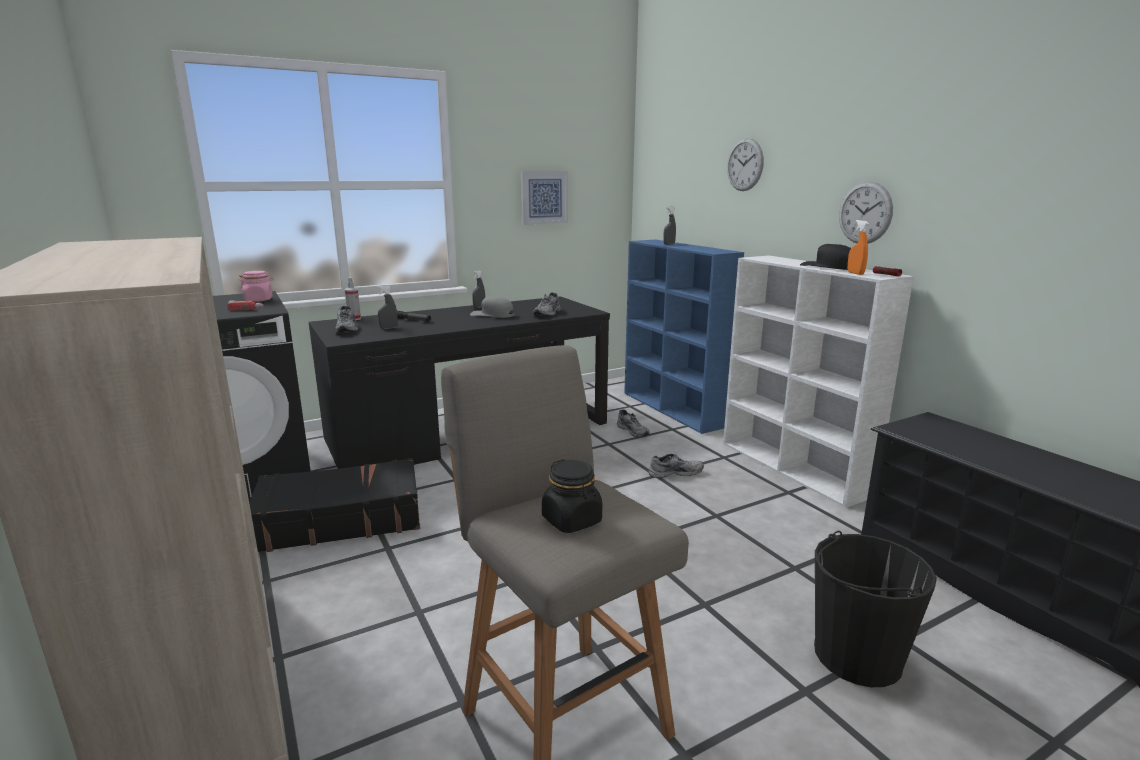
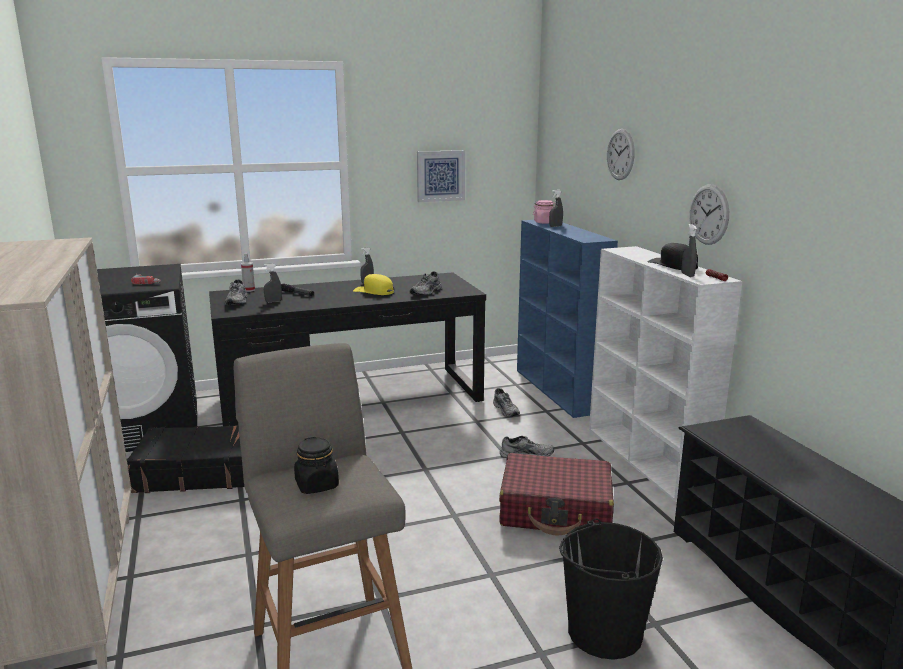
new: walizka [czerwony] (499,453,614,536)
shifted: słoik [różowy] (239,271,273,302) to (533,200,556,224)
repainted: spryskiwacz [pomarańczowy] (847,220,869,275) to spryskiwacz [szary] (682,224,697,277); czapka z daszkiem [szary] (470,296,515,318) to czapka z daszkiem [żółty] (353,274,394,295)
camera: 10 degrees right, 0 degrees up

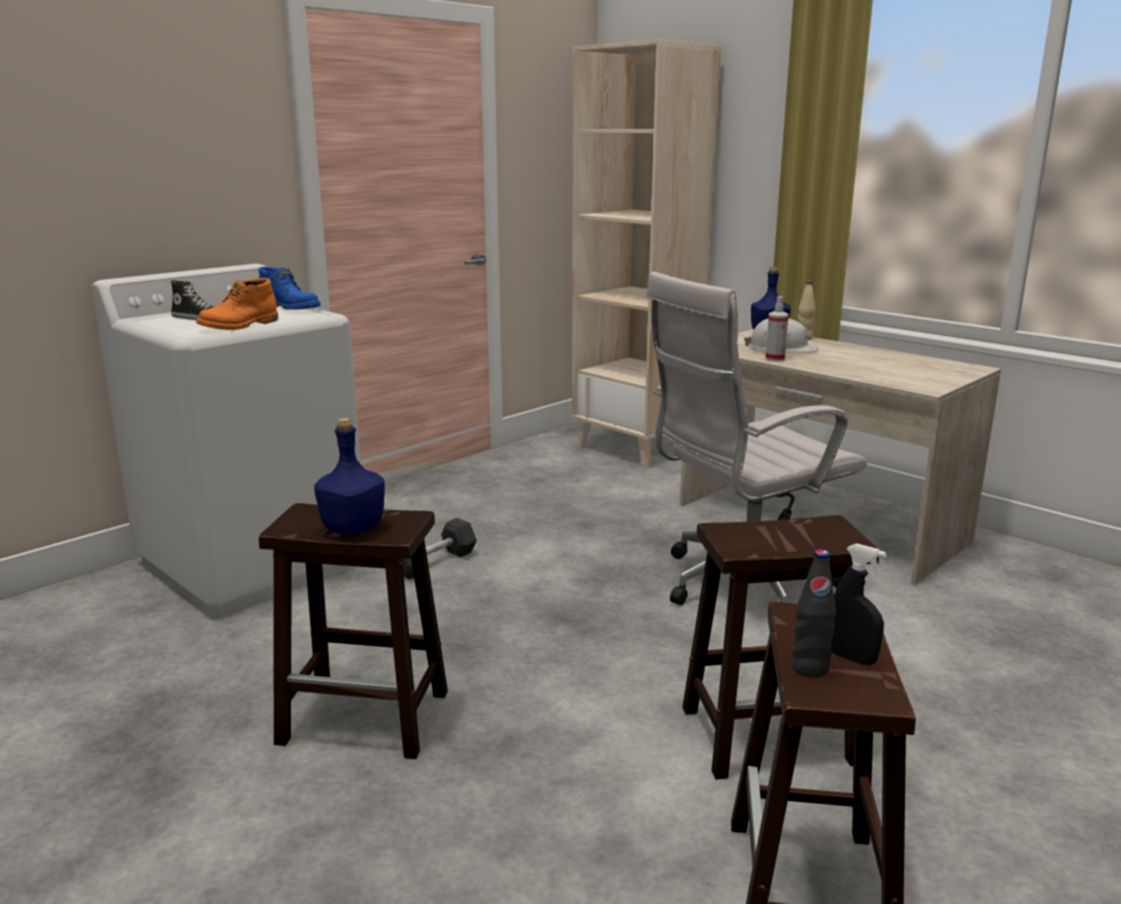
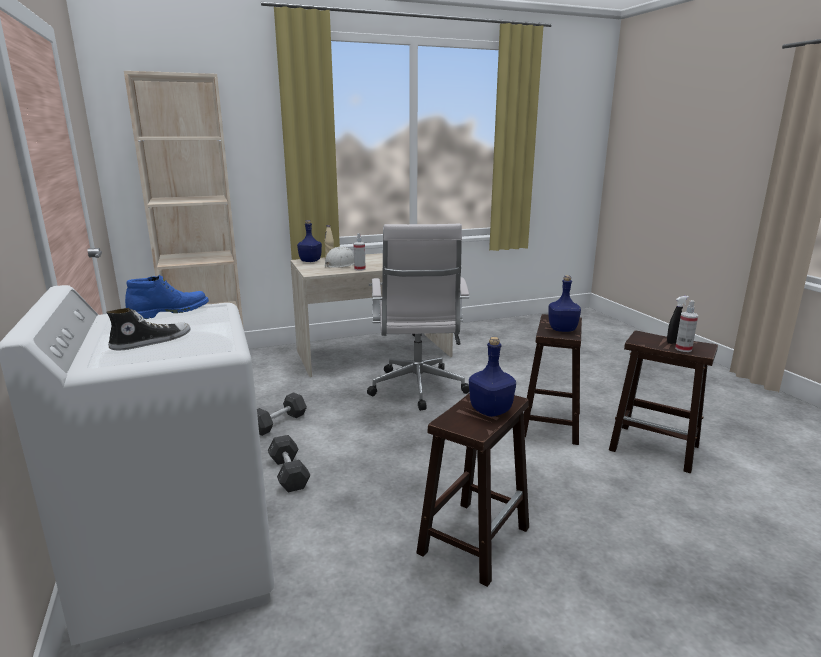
gone: but z cholewką [pomarańczowy] (196,278,278,330)
new: butelka [niebieski] (548,275,581,332); hantel [szary] (257,392,307,436)
swapped: butelka [czarny] (792,550,836,678) to spryskiwacz (675,300,698,352)
camera: 65 degrees left, 0 degrees up

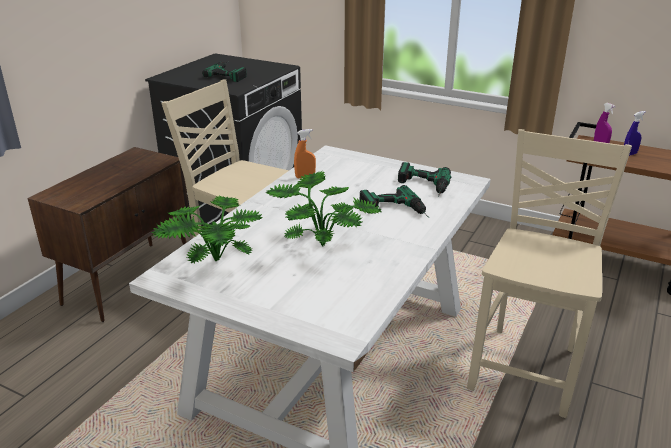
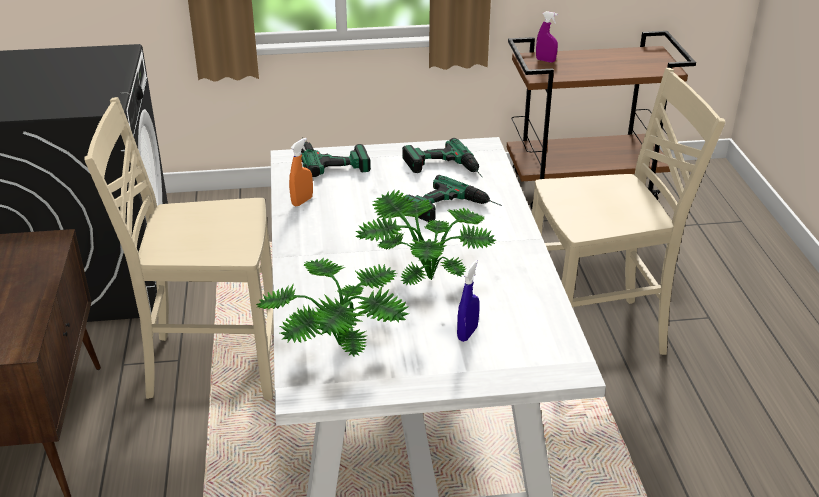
shifted: wiertarka (202,62,247,82) to (301,142,371,177); spryskiwacz [niebieski] (624,111,646,156) to (457,260,480,342)
rotated: krzesło [beżowy] (467,129,632,418) = (532,68,725,355) 90 degrees clockwise
camera: 35 degrees left, 5 degrees up

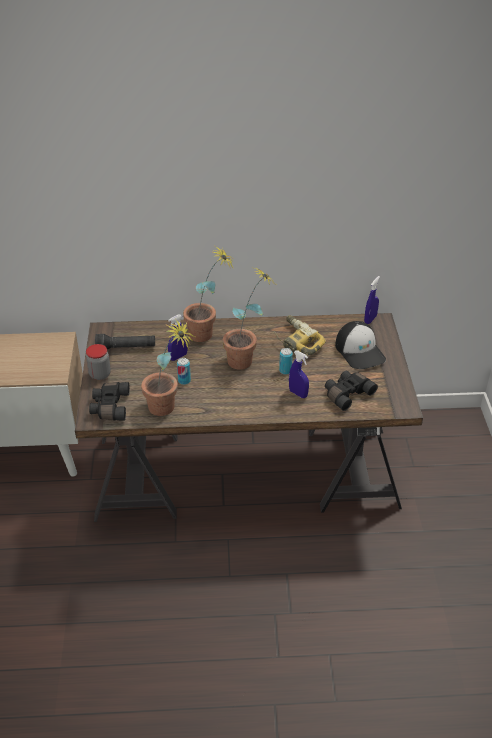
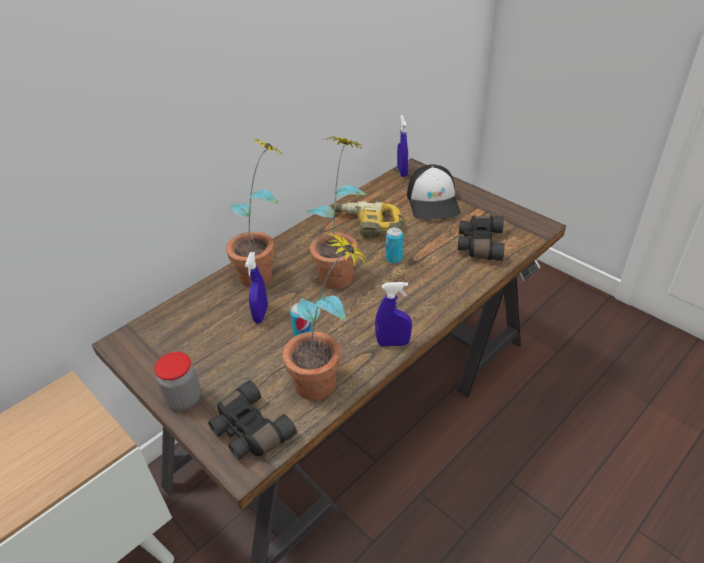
gone: latarka [czarny] (95,334,155,350)
shifted: spryskiwacz [niebieski] (289,350,309,398) to (375,282,412,346)
rotated: czapka z daszkiem (335,321,386,369) = (407,164,461,220) 60 degrees clockwise
camera: 40 degrees left, 0 degrees up

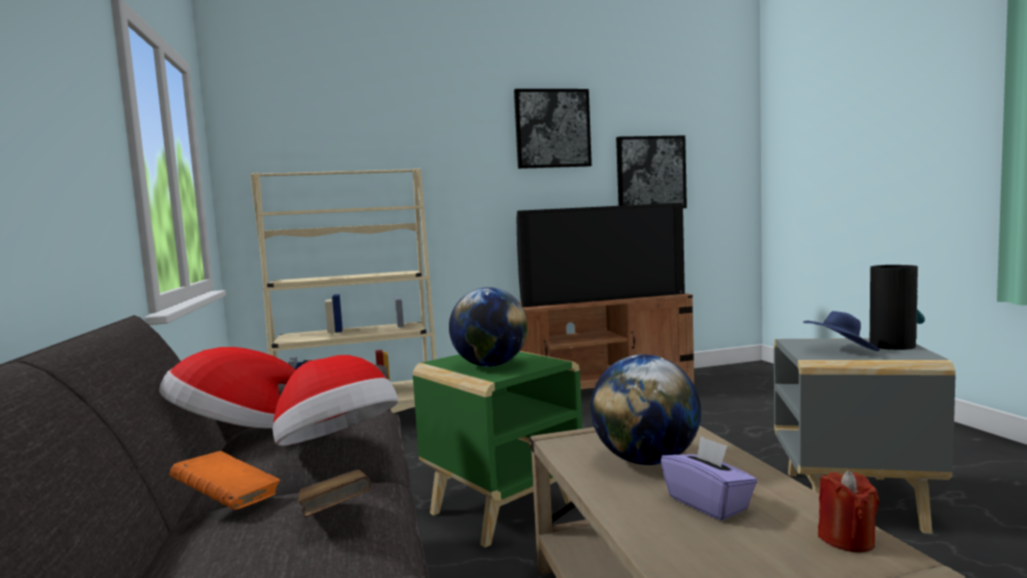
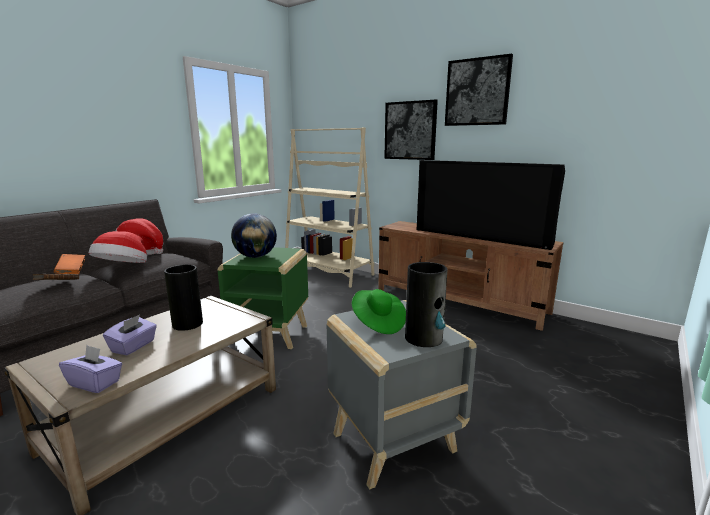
shifted: obraz (616,135,687,208) to (384,100,438,160)
swapped: globus (591,355,701,465) to wazon (164,265,203,331); świeca [czerwony] (818,471,879,553) to pudełko chusteczek [fioletowy] (59,345,122,393)
repainted: kapelusz [niebieski] (803,311,880,351) to kapelusz [zielony] (352,289,406,334)
camera: 50 degrees right, 10 degrees up

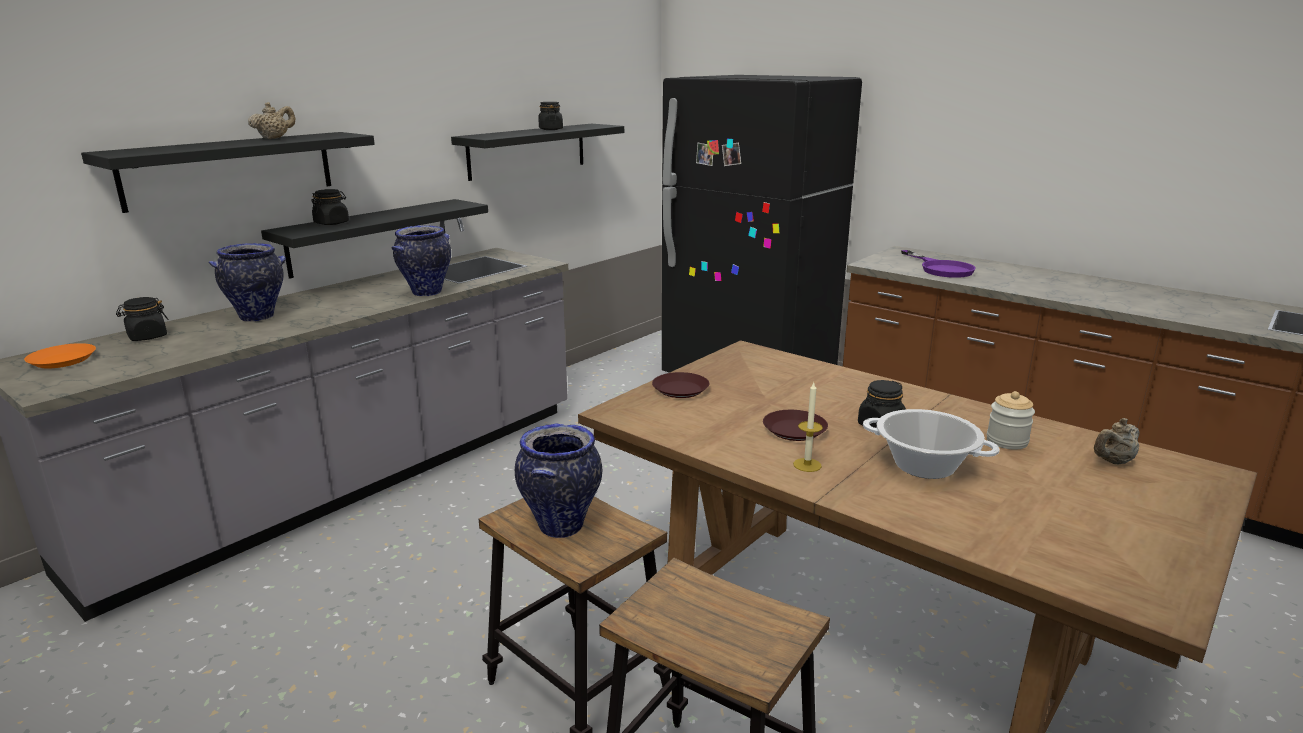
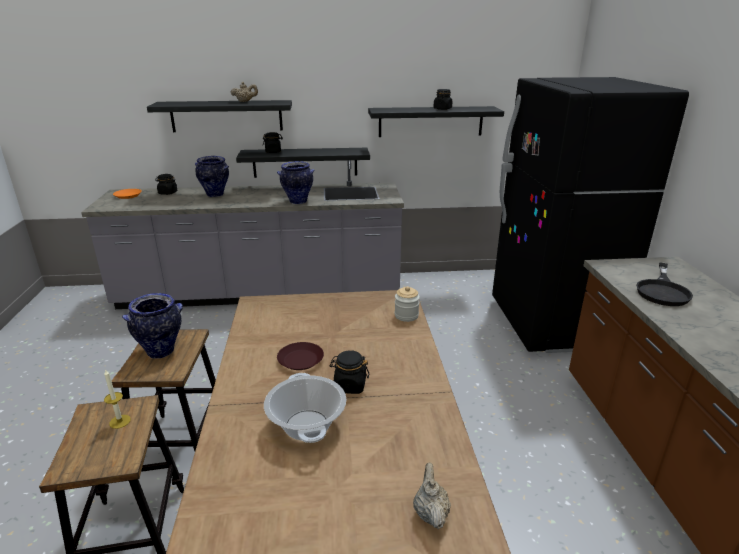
gone: talerz [brązowy] (652,372,710,398)
shifted: świeca (793,383,823,472) to (104,369,131,429); słoik (987,391,1035,450) to (394,286,420,322)
repainted: patelnia [fioletowy] (901,250,976,278) to patelnia [czarny] (636,262,693,306)
rotated: imbryk [beżowy] (1094,418,1140,465) = (413,462,451,529) 75 degrees clockwise
camera: 45 degrees right, 5 degrees up

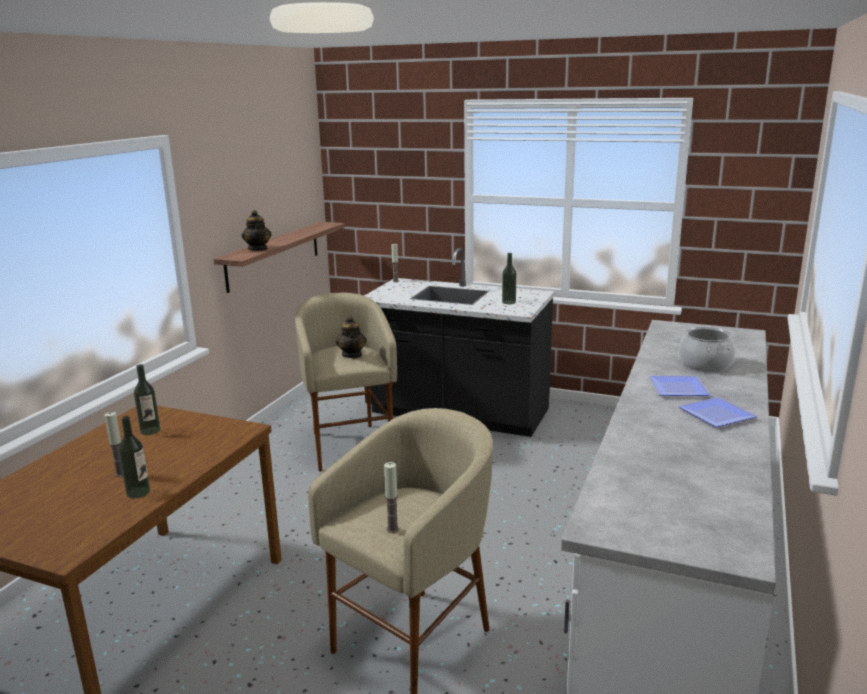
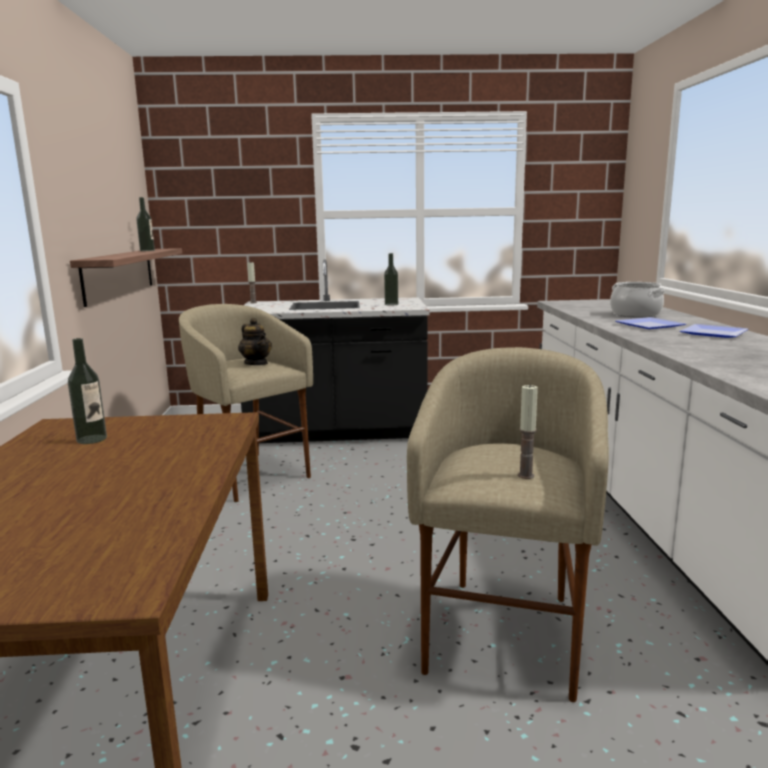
gone: imbryk (242,210,271,251); świeca (104,412,123,477)
shifted: butelka (118,416,150,498) to (136,197,155,251)
camera: 25 degrees left, 5 degrees down

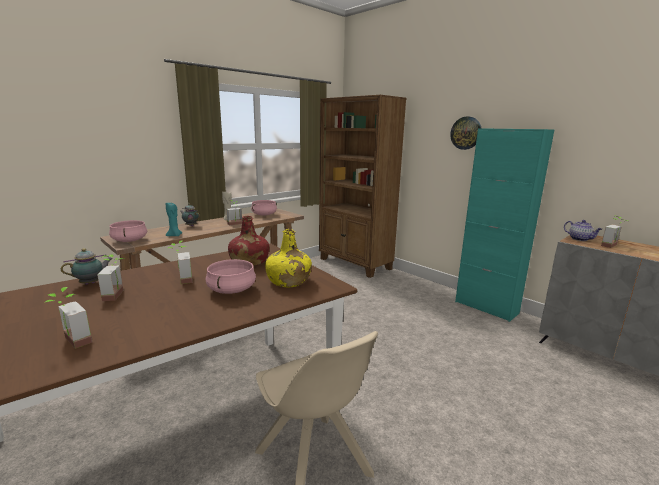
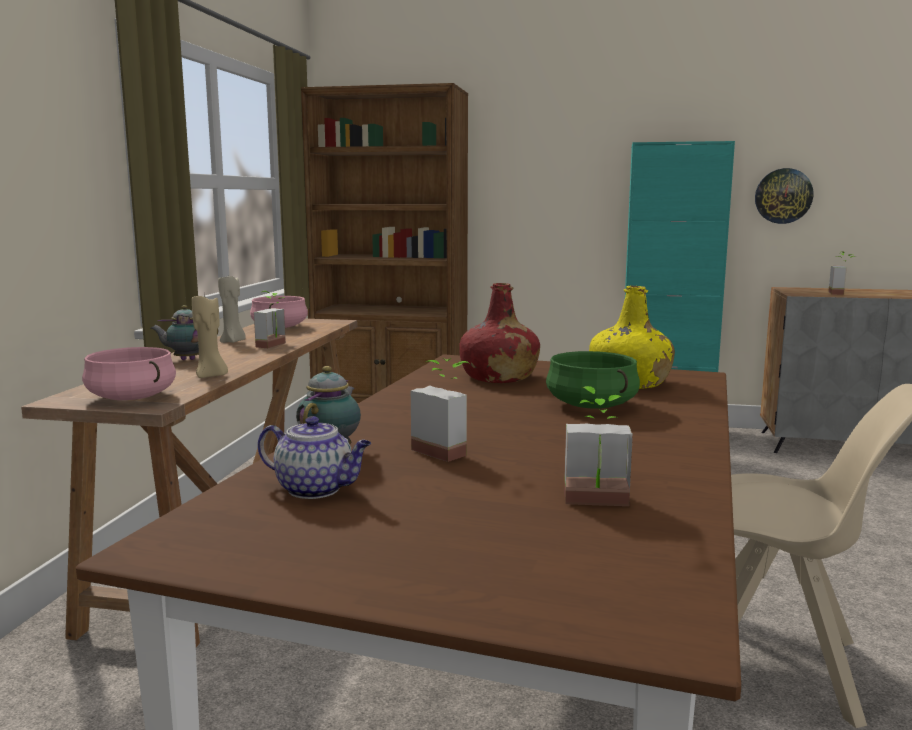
gone: roślina doniczkowa (168,240,192,284)
shifted: zegar ścienny (450,117,481,150) to (755,168,813,224); imbryk (564,220,602,241) to (258,416,371,499)
repainted: świeca [turkusowy] (166,203,182,236) to świeca [beżowy] (192,292,228,378); garnek [różowy] (206,259,256,294) to garnek [zielony] (546,351,640,409)
camera: 35 degrees left, 5 degrees down

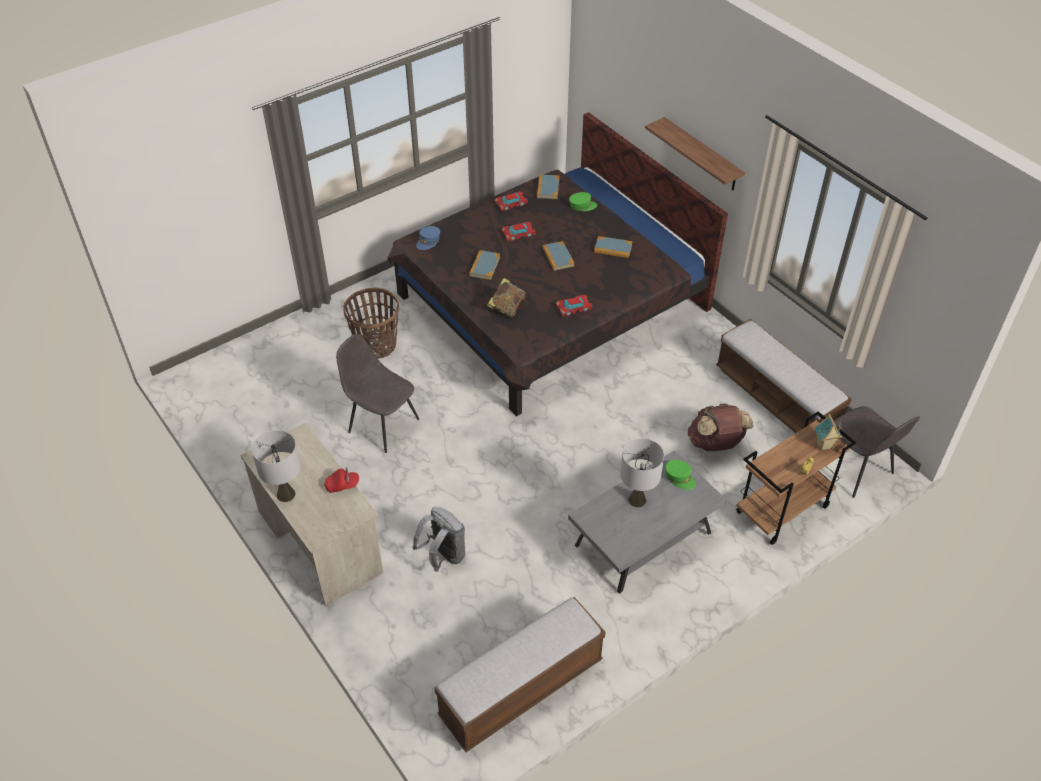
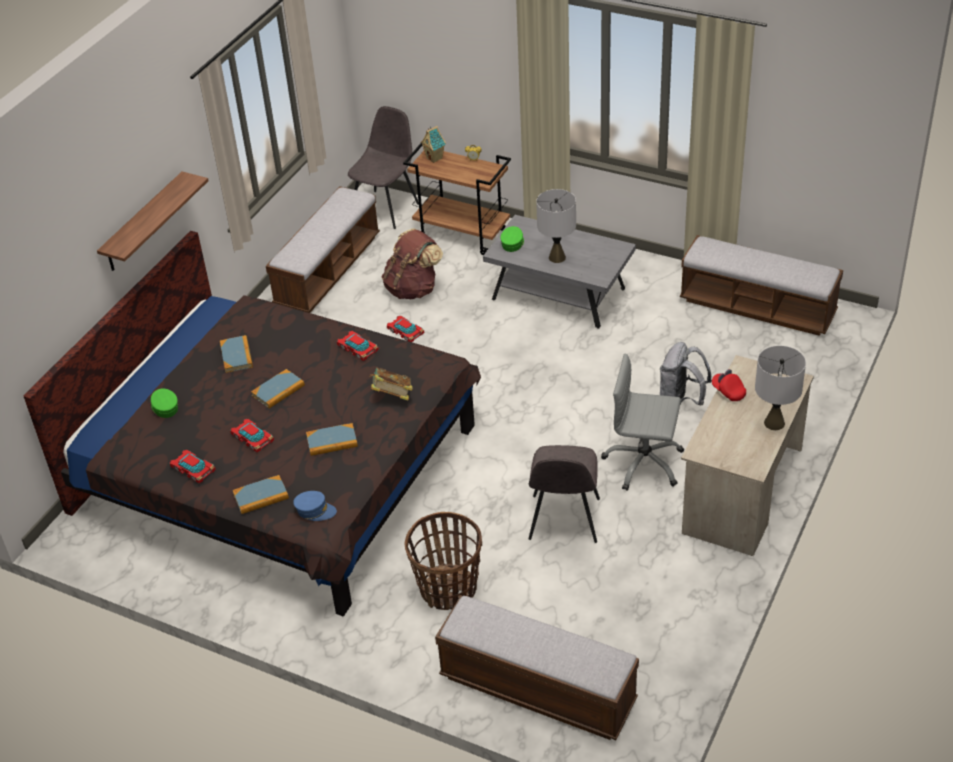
new: samochodzik (387,316,424,342); krzesło biurowe [szary] (601,354,684,491); ławka (435,596,639,740)
shifted: książka (537,175,559,199) to (232,475,289,514)
camera: 115 degrees left, 5 degrees down

